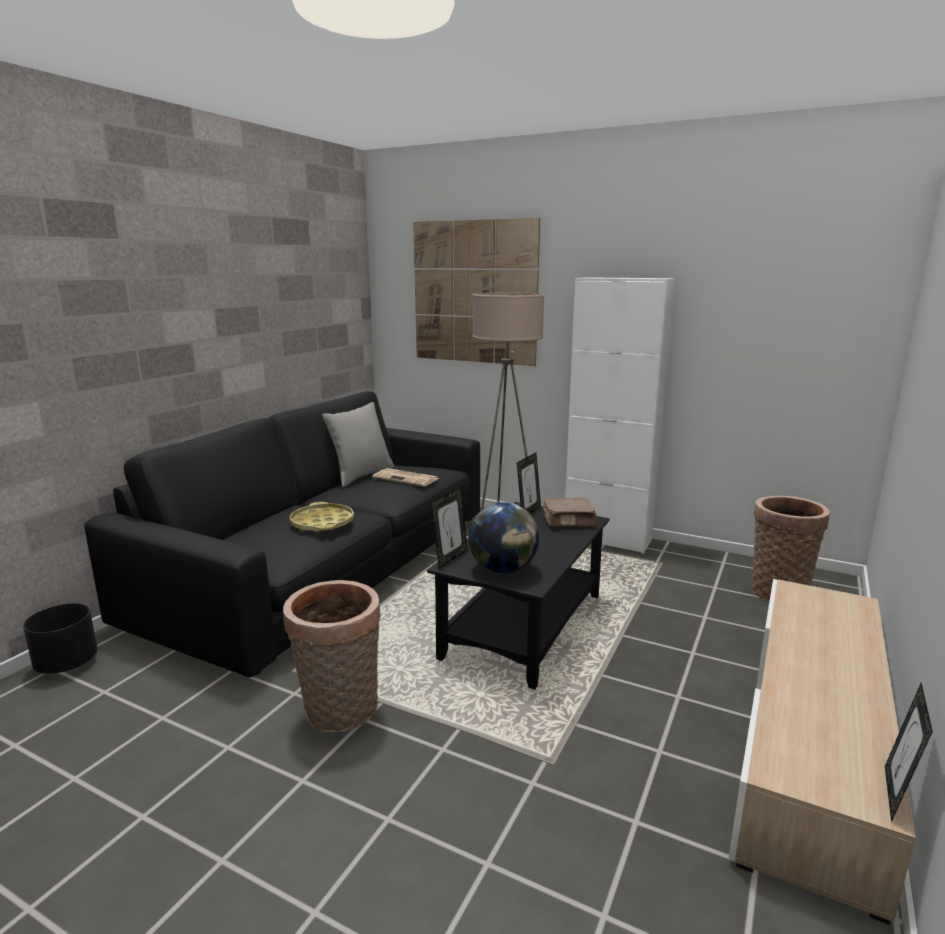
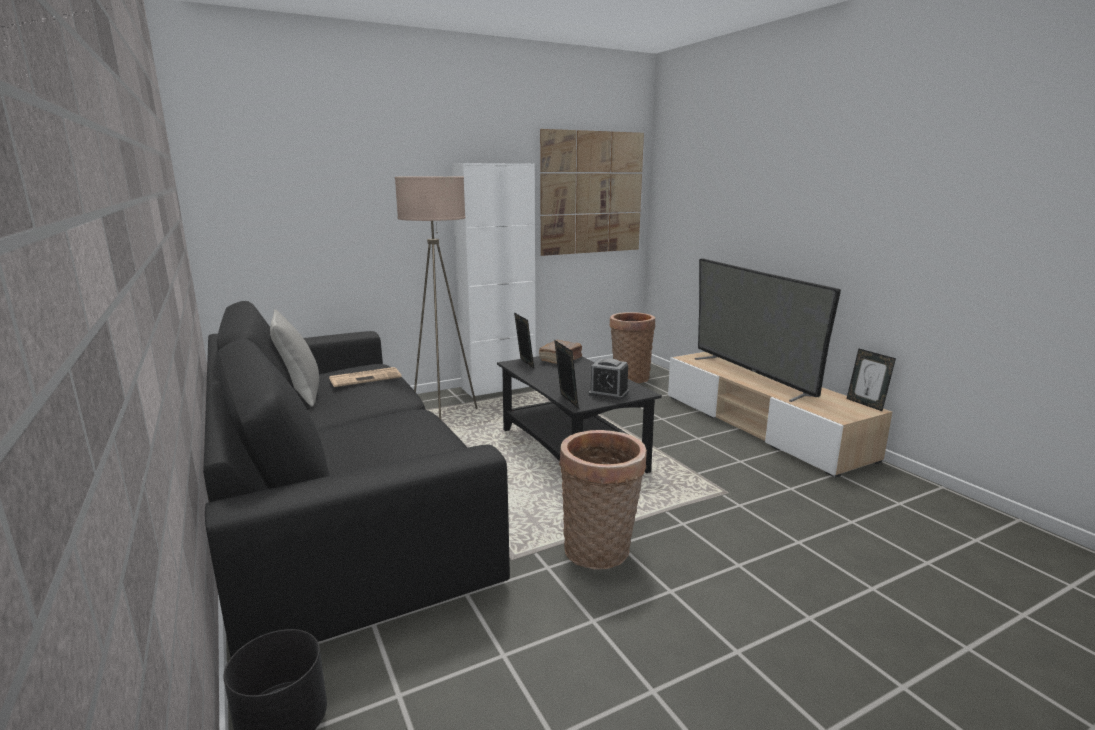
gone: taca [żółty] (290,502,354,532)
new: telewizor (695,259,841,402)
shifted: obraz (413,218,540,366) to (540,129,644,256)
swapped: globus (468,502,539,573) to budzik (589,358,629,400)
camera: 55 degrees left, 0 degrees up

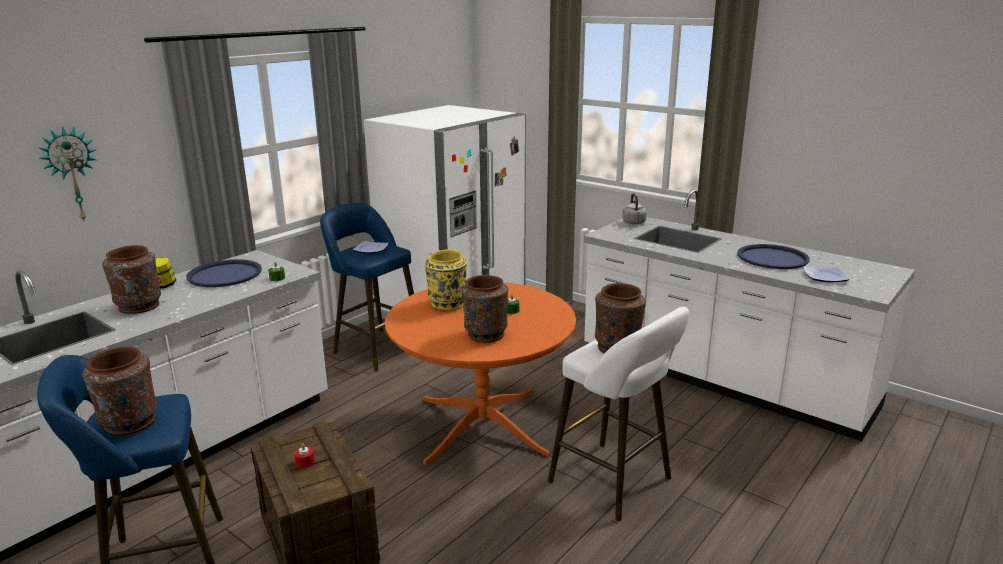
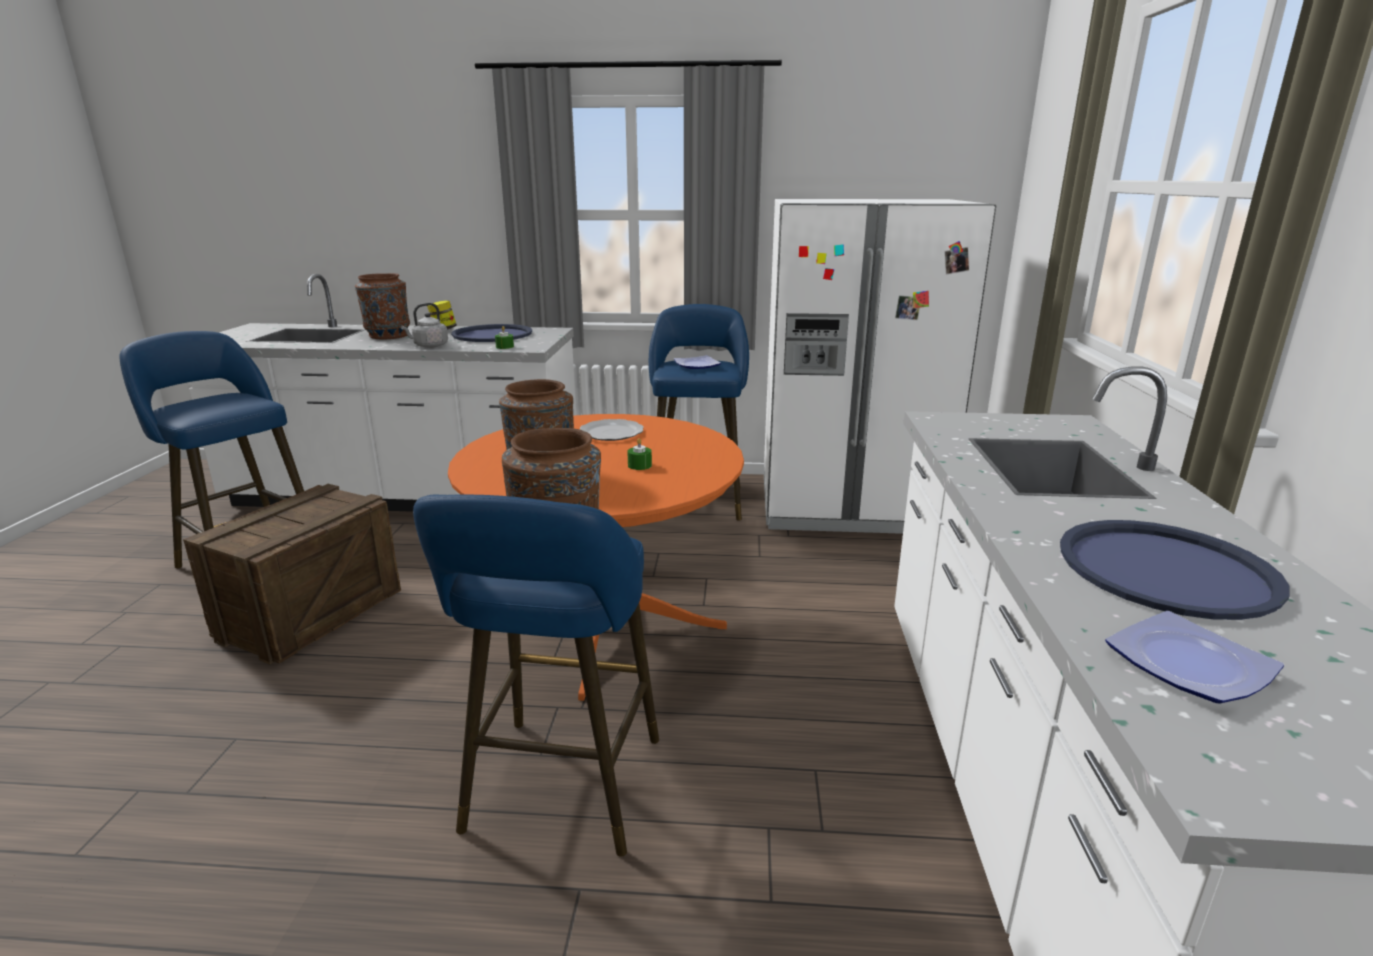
gone: zegar ścienny (39,126,96,222); wazon [brązowy] (82,346,157,435); świeca [czerwony] (294,443,315,468)
shifted: czajnik [szary] (622,193,647,224) to (401,303,448,348)
swapped: wazon [żółty] (425,249,467,310) to talerz (580,419,644,441)
repainted: stołek [biały] (548,307,689,521) to stołek [niebieski] (413,495,659,857)
camera: 55 degrees right, 0 degrees up

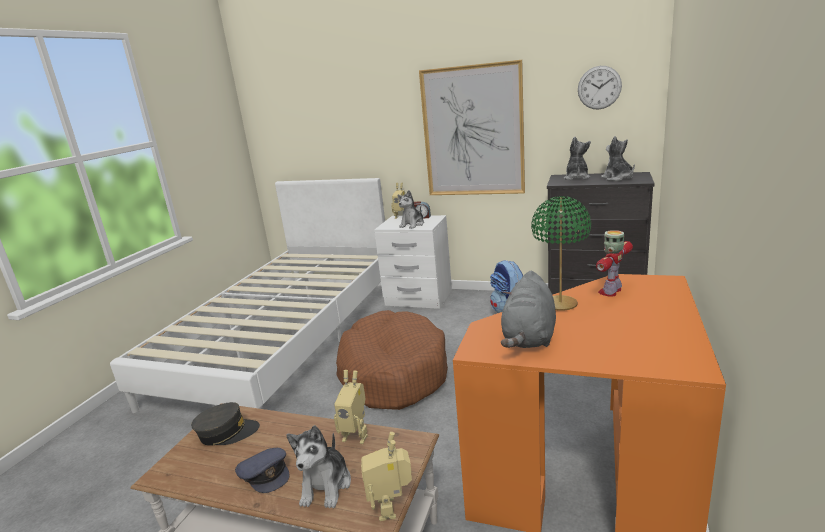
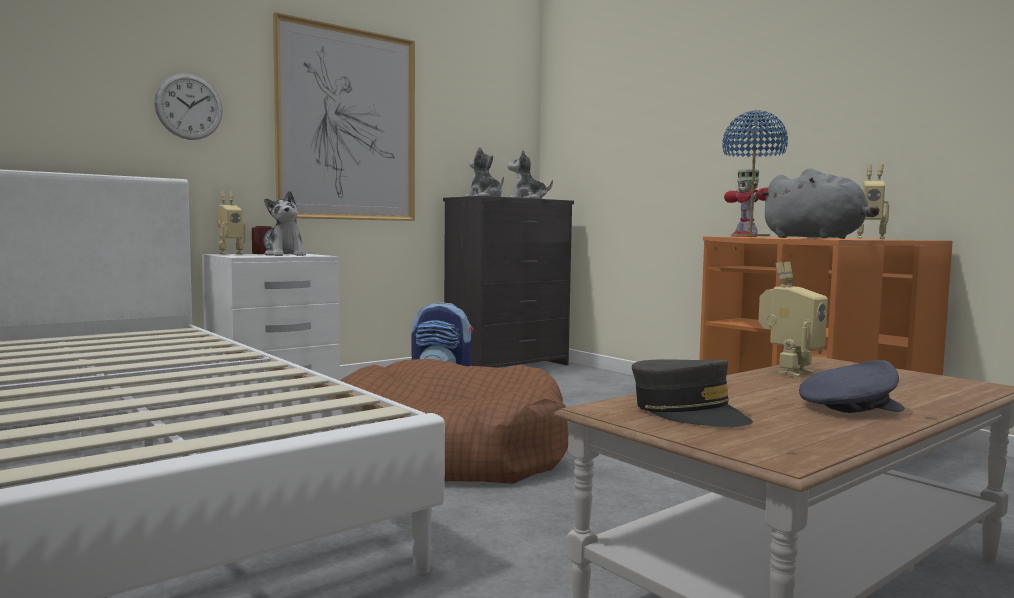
gone: pluszak (286,425,351,508)
shifted: zegar ścienny (578,66,622,109) to (154,74,223,140); robot zabawkowy (361,432,412,521) to (857,164,889,239)
repainted: lampa stołowa [zielony] (531,196,591,311) to lampa stołowa [niebieski] (722,110,788,237)
rotated: czapka z daszkiem [szary] (191,402,260,446) = (632,359,753,427) 120 degrees clockwise
camera: 60 degrees left, 15 degrees down

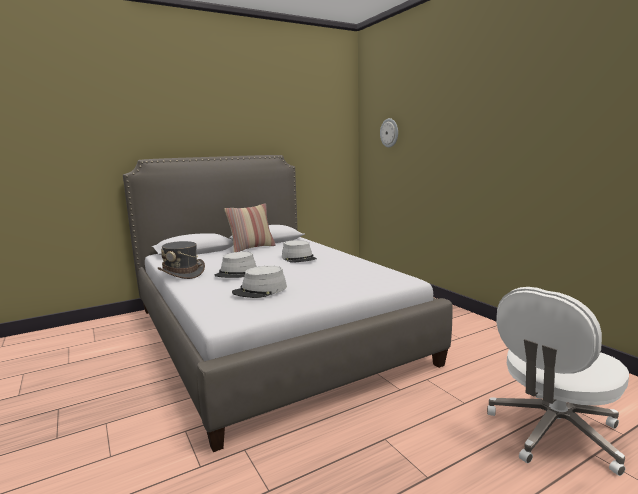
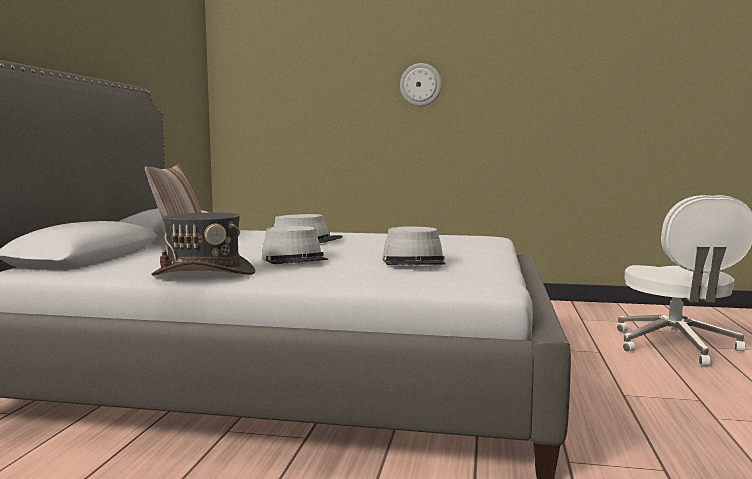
shifted: zegar ścienny (380,118,398,148) to (400,63,442,106)
camera: 50 degrees left, 5 degrees down

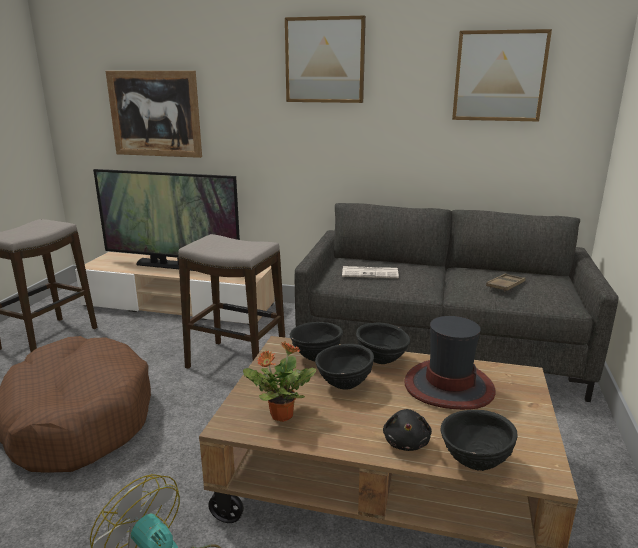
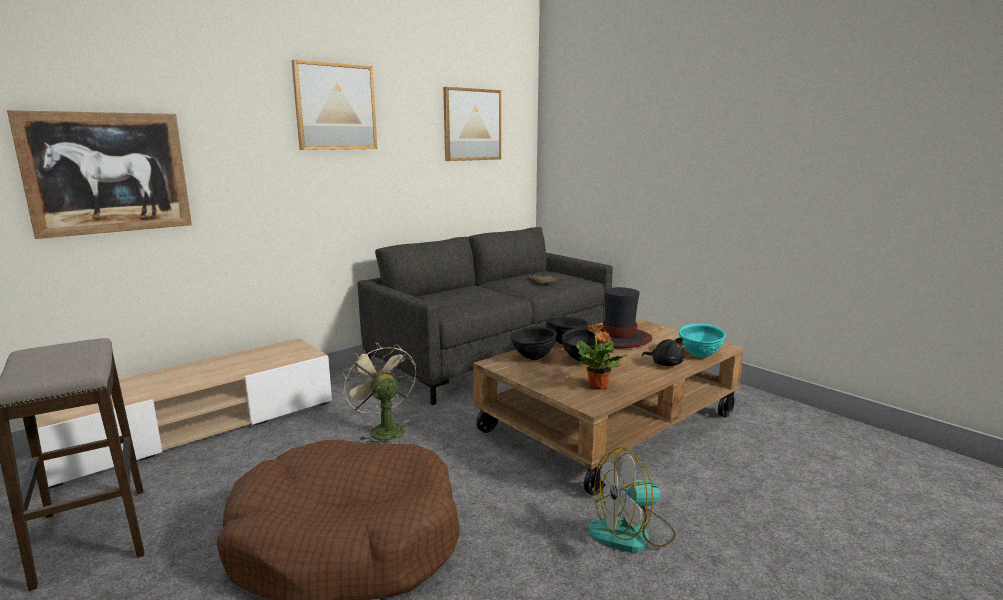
gone: telewizor (93,169,240,271); gazeta (342,266,399,278)
swapped: stołek (178,234,285,369) to wentylator [beżowy] (341,343,416,444)
repainted: miska [czarny] (441,410,518,471) to miska [turkusowy] (679,324,726,358)
camera: 55 degrees left, 5 degrees down

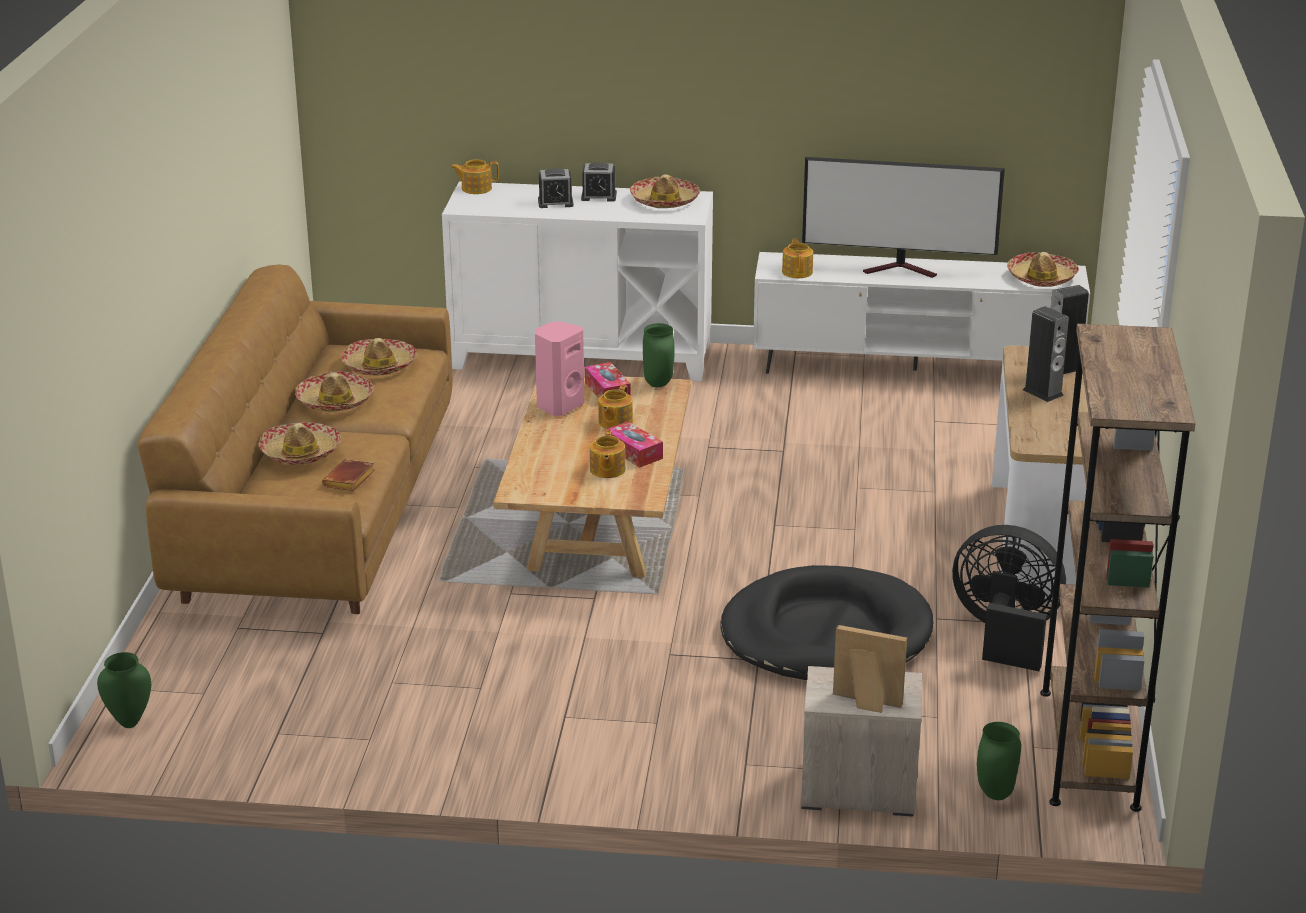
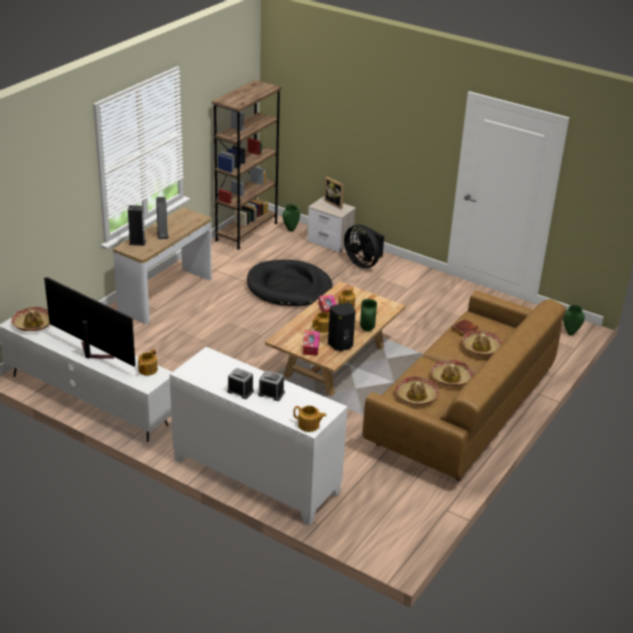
gone: kapelusz (630,174,700,208)
shifted: wazon [zielony] (643,323,675,387) to (360,299,377,331); wentylator [czarny] (952,525,1066,671) to (344,224,384,268)
repainted: głośnik [różowy] (535,321,584,416) to głośnik [czarny] (328,302,356,351)
camera: 155 degrees left, 5 degrees up

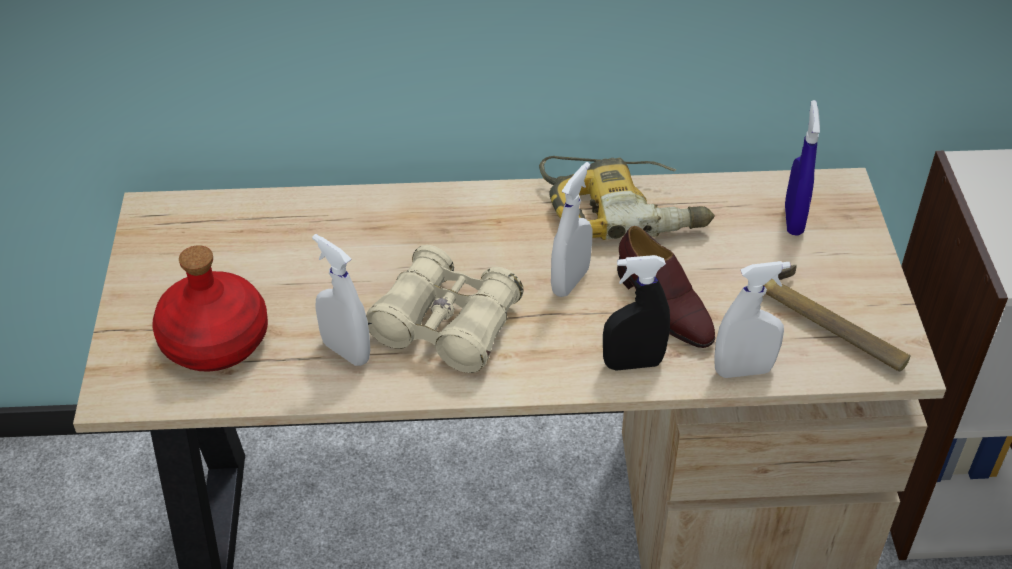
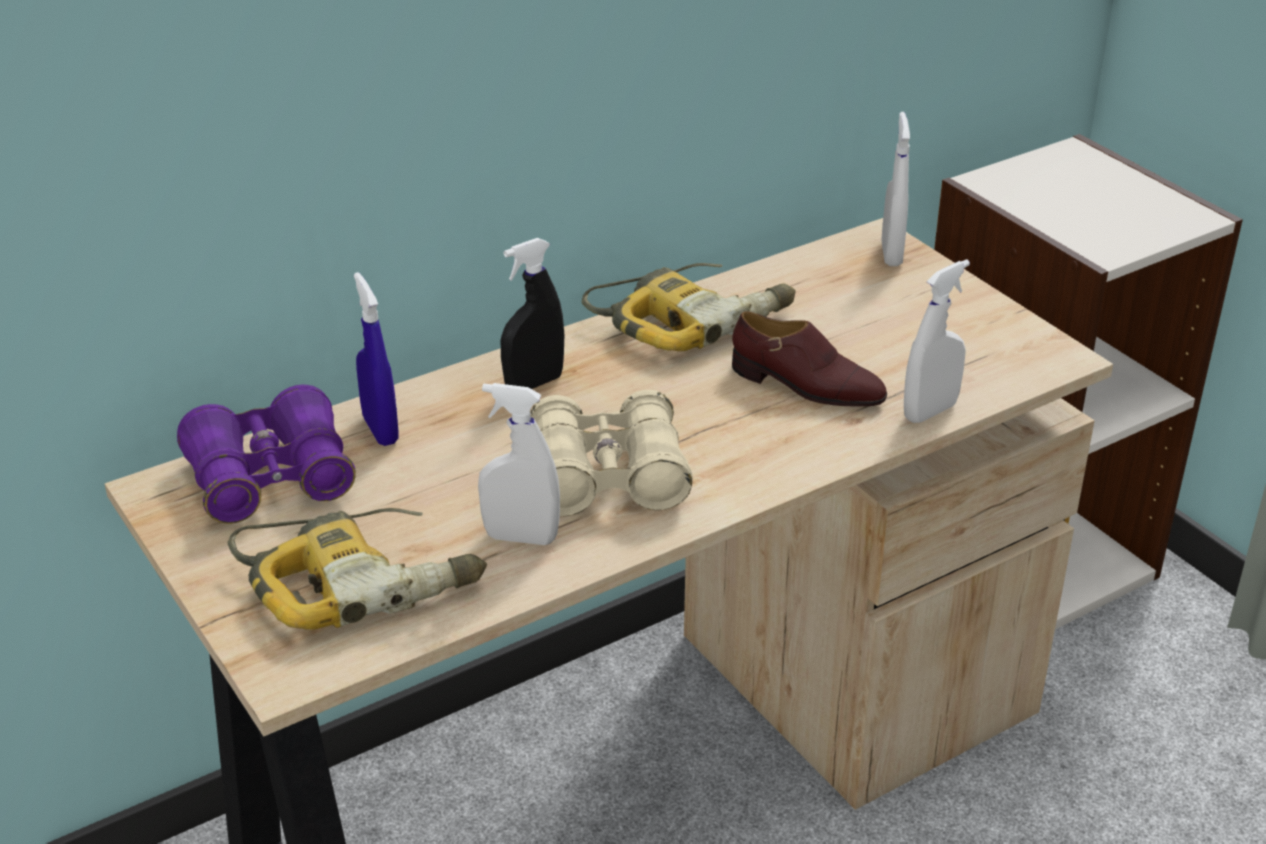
gone: młotek (763,264,911,372)
new: lornetka [fioletowy] (177,385,356,524)
shifted: spryskiwacz [niebieski] (785,100,820,235) to (354,272,399,446); spryskiwacz [biały] (551,162,593,297) to (882,112,910,266); spryskiwacz [czarny] (603,255,670,371) to (501,238,564,389)
swapped: butelka [czerwony] (152,245,268,372) to wiertarka (228,508,487,630)
camera: 30 degrees left, 10 degrees down

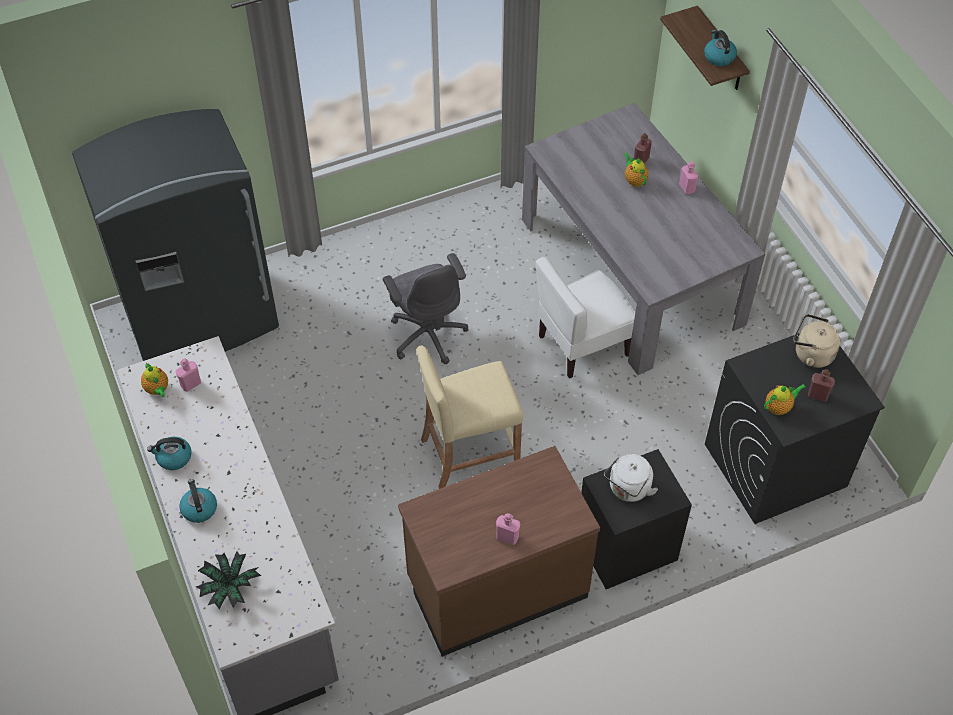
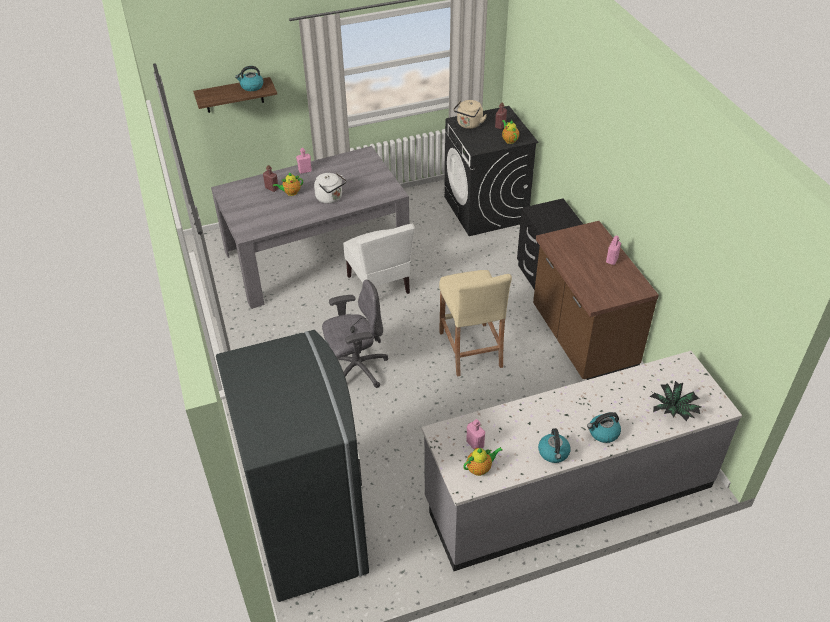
shifted: czajnik [biały] (604,454,658,502) to (314,172,346,204)
camera: 85 degrees left, 10 degrees down

